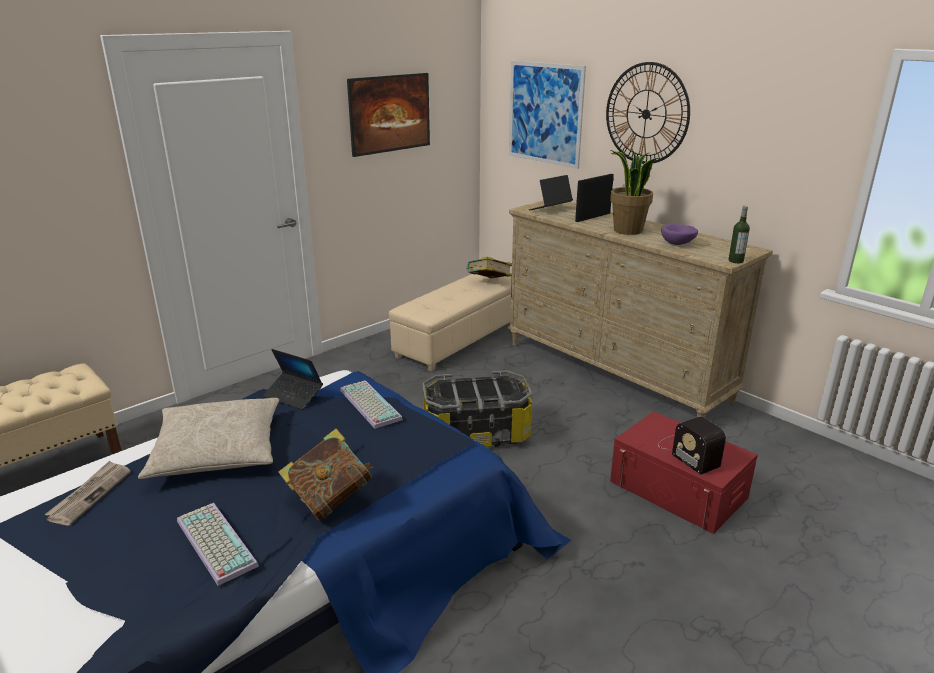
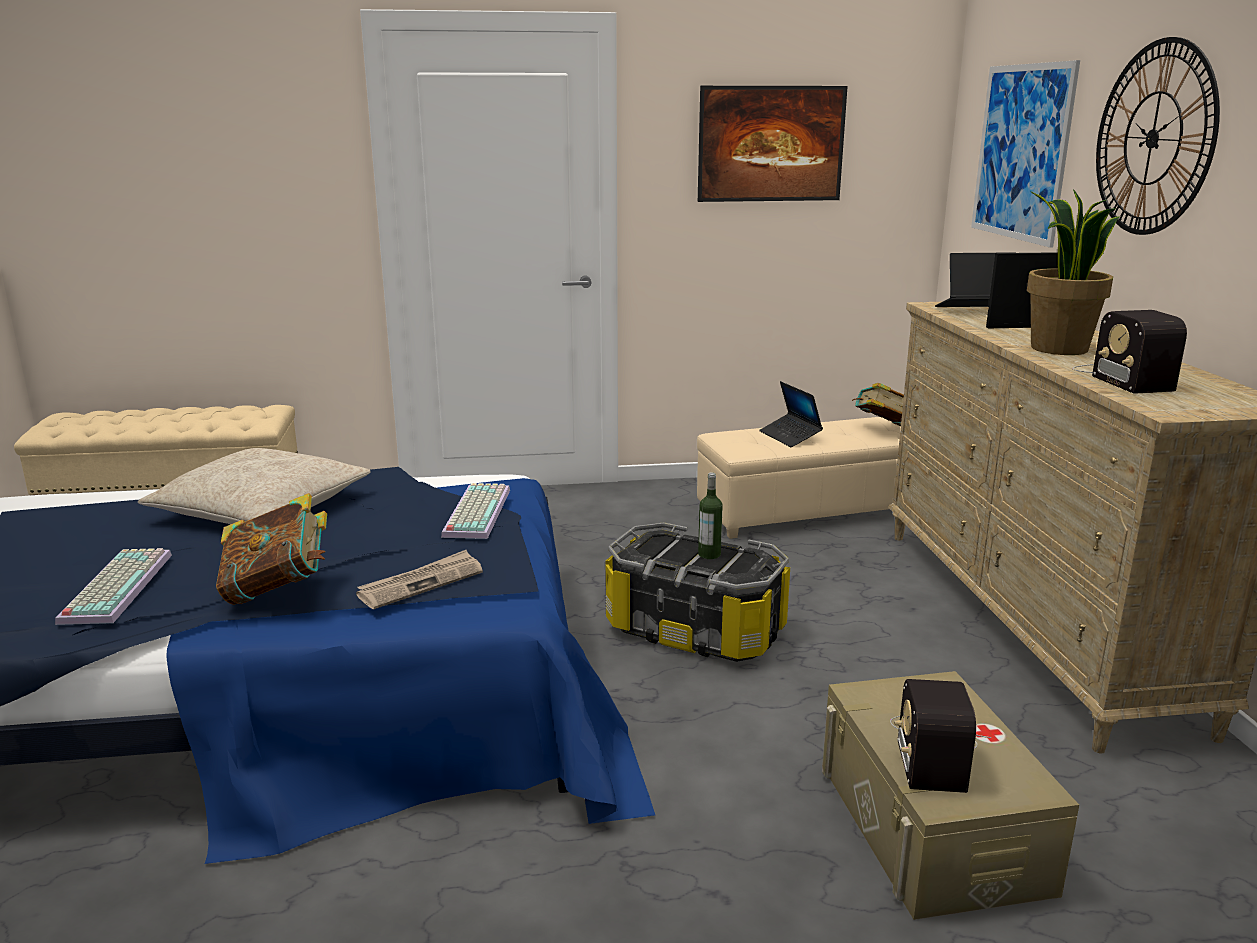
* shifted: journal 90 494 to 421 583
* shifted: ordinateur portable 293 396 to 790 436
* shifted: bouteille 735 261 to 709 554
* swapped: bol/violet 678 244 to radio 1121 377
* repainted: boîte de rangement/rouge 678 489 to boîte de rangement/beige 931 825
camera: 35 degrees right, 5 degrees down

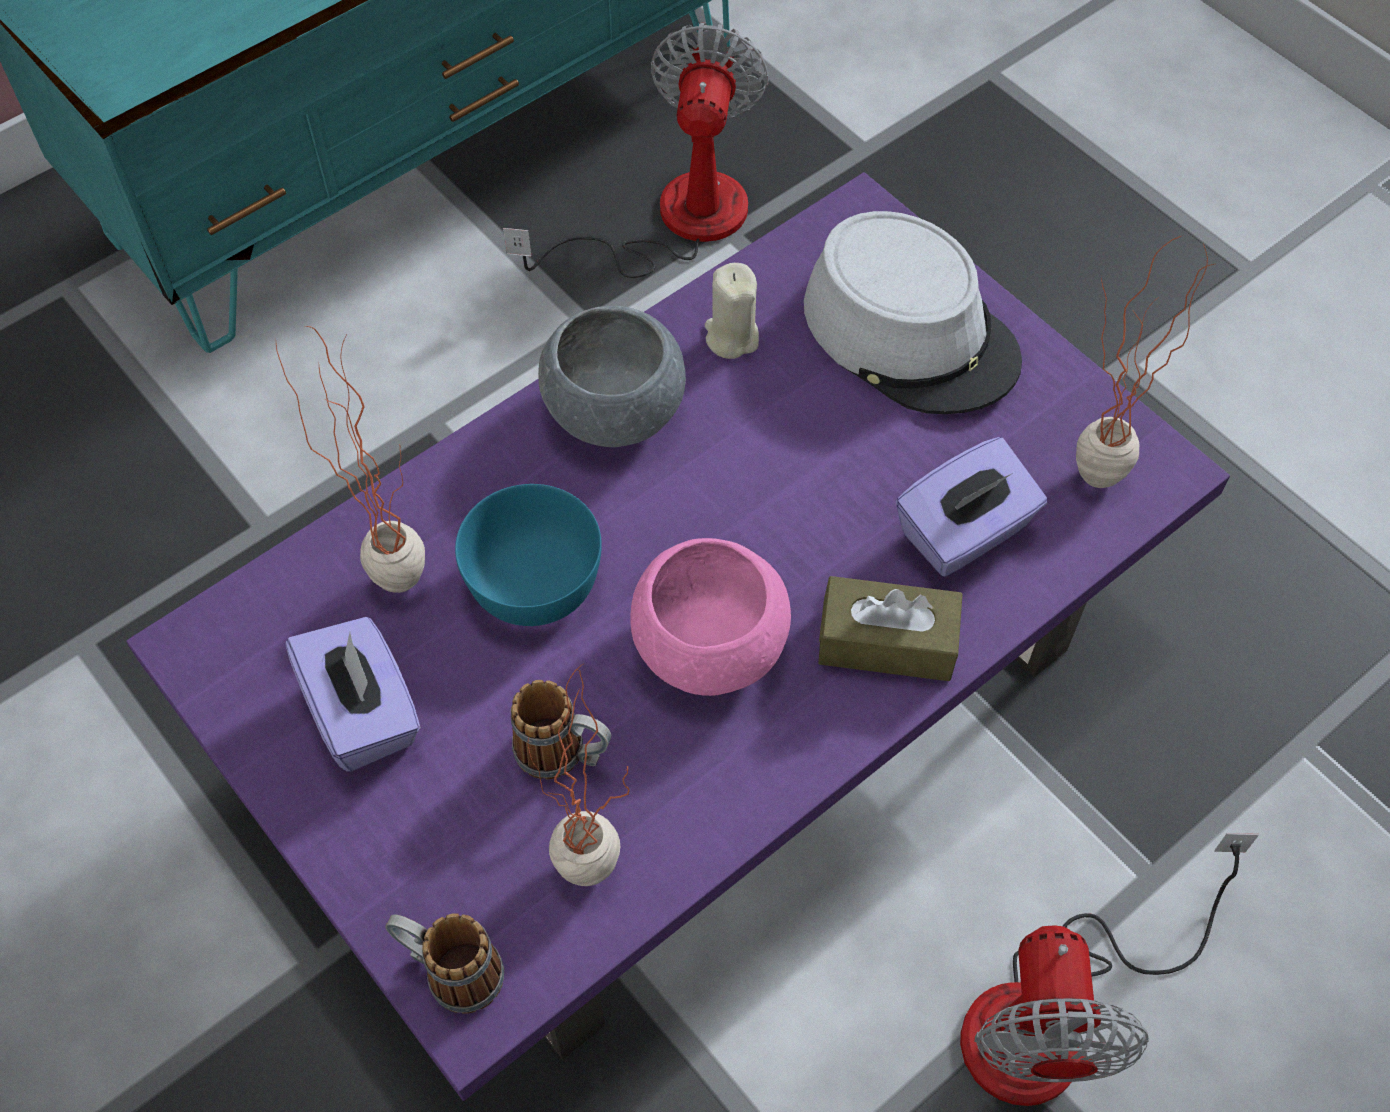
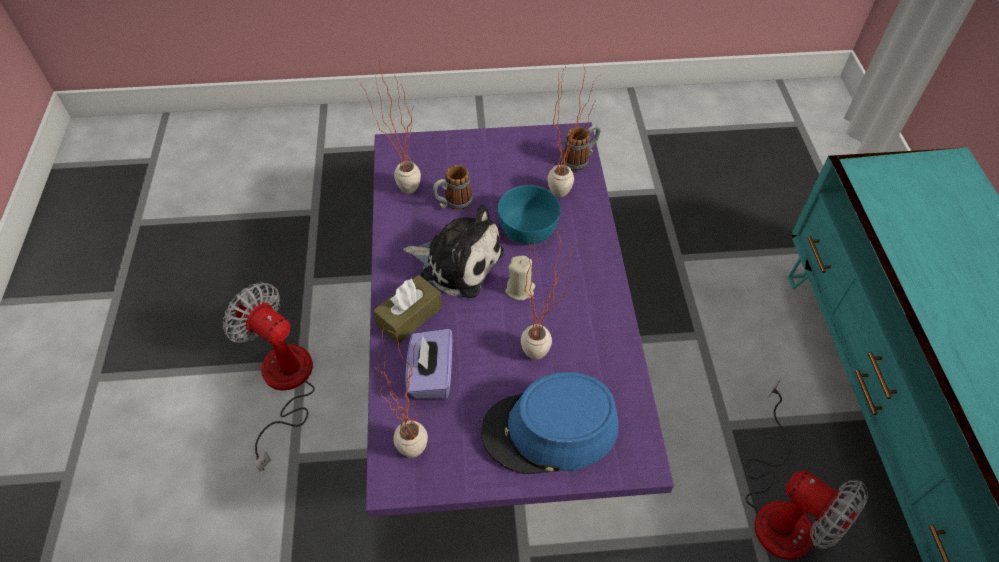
* gone: boîte à mouchoirs/violet 364 713
* gone: bol/gris 613 411
* new: plante en pot 545 354
* shifted: mug 450 970 to 580 159
* shifted: bougie/beige 731 337 to 520 289
* swapped: bol/rose 708 646 to peluche 457 262
* repainted: chapeau/gris 910 333 to chapeau/bleu 550 430
camera: 125 degrees right, 5 degrees down

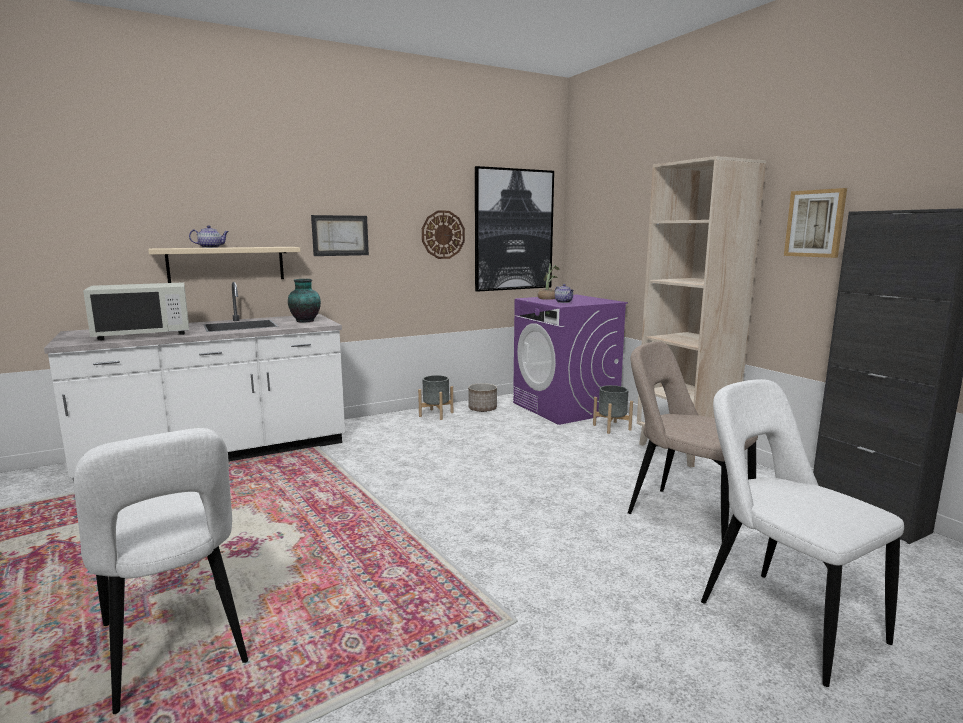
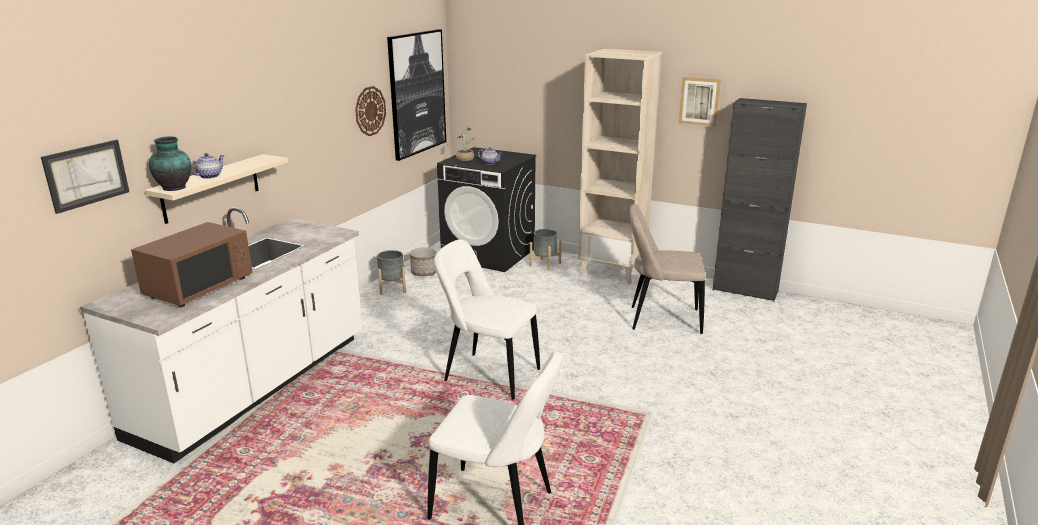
* shifted: vase 306 321 to 175 188
* shifted: tableau 340 235 to 86 175
* shifted: chaise/blanc 782 618 to 488 374
* repainted: micro-ondes/blanc 144 334 to micro-ondes/marron 199 287
* repainted: lave-linge/violet 565 408 to lave-linge/noir 489 254
camera: 35 degrees left, 10 degrees up

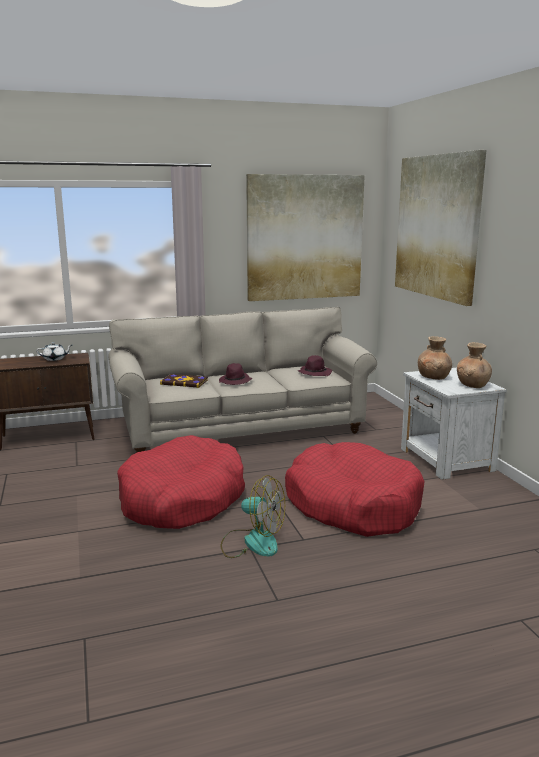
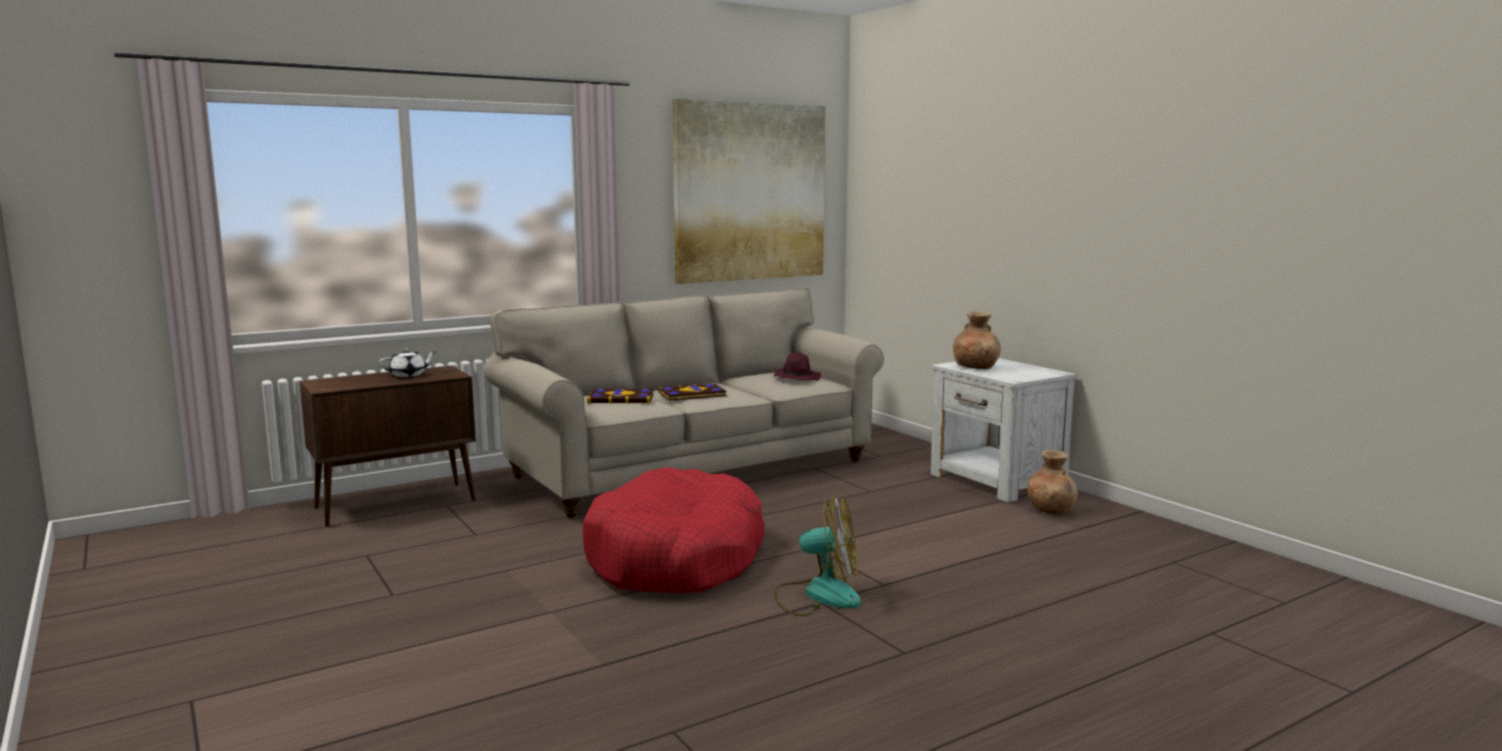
* gone: panier pour chien/rouge 352 504
* gone: tableau 437 227
* shifted: vase/marron 473 385 to 1051 510
* swapped: chapeau/violet 235 381 to livre 692 395
camera: 15 degrees left, 5 degrees down

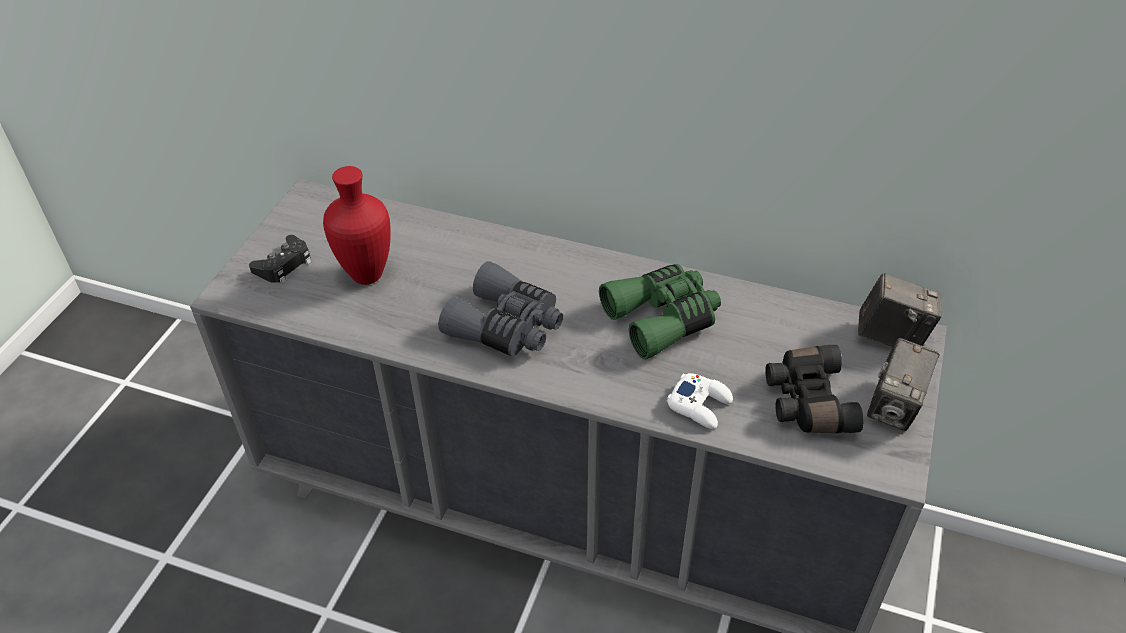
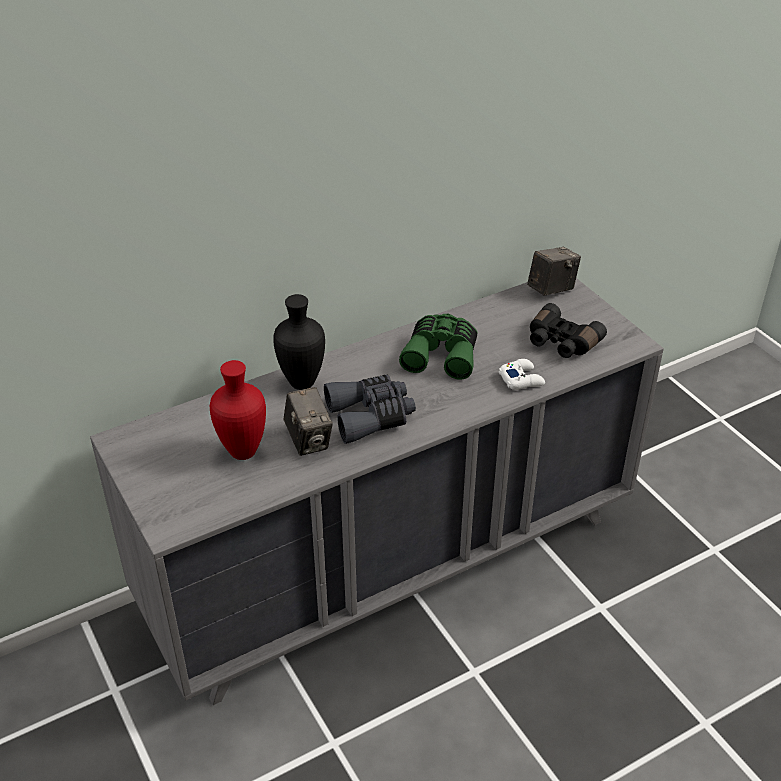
* gone: manette/noir 284 265
* new: vase/noir 302 384
* shifted: appareil photo 894 407 to 309 440
camera: 50 degrees left, 5 degrees down

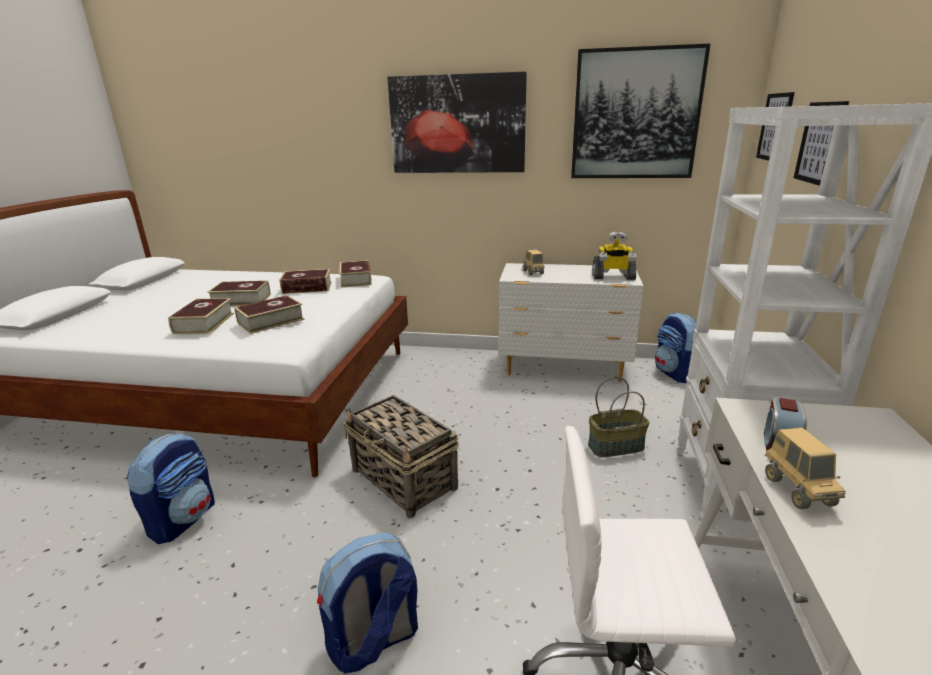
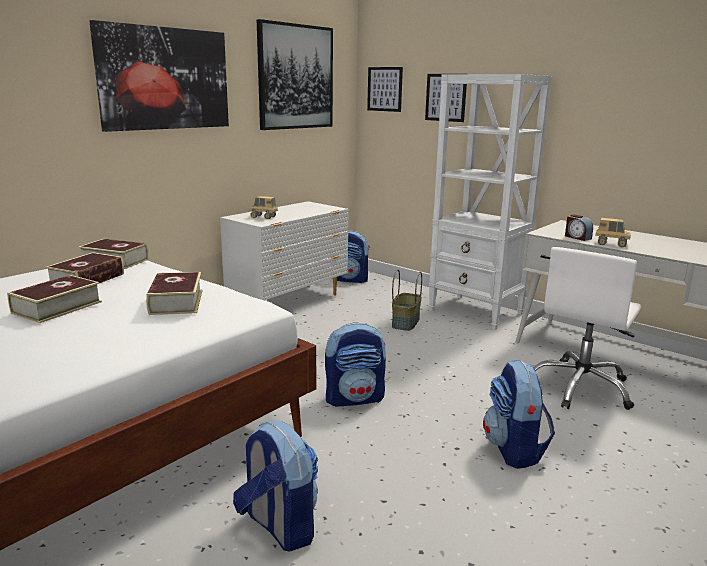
* gone: livre 204 323
* gone: robot jouet 613 277
* swapped: panier 404 479 to sac à dos 355 398
camera: 60 degrees left, 5 degrees down

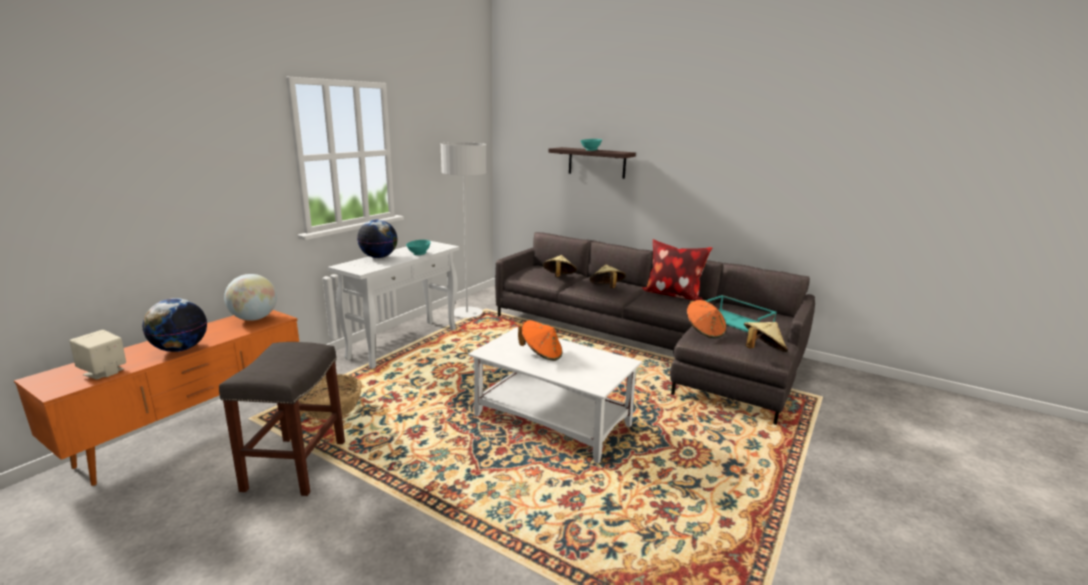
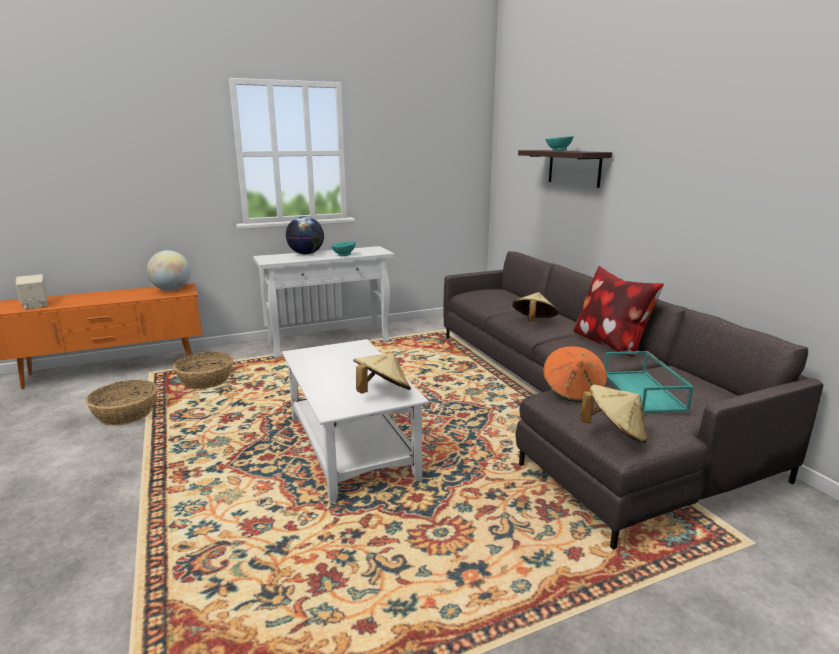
* gone: globe 180 349
* gone: lampadaire/gris 467 314
* gone: chapeau/orange 541 354
* shifted: chapeau/beige 558 277 to 382 393
* swapped: tabouret/gris 295 464 to panier 126 413
camera: 35 degrees right, 0 degrees up

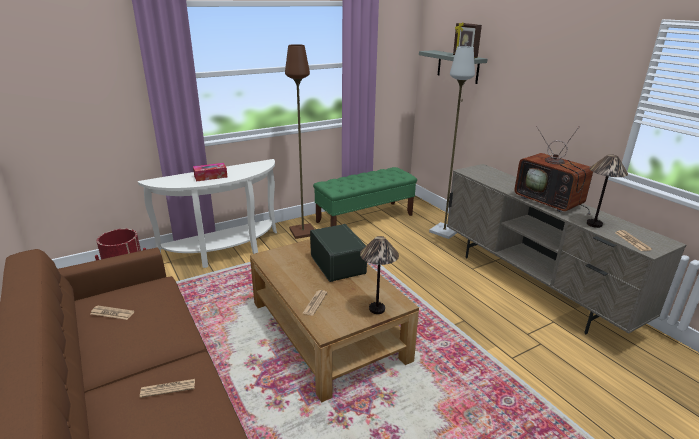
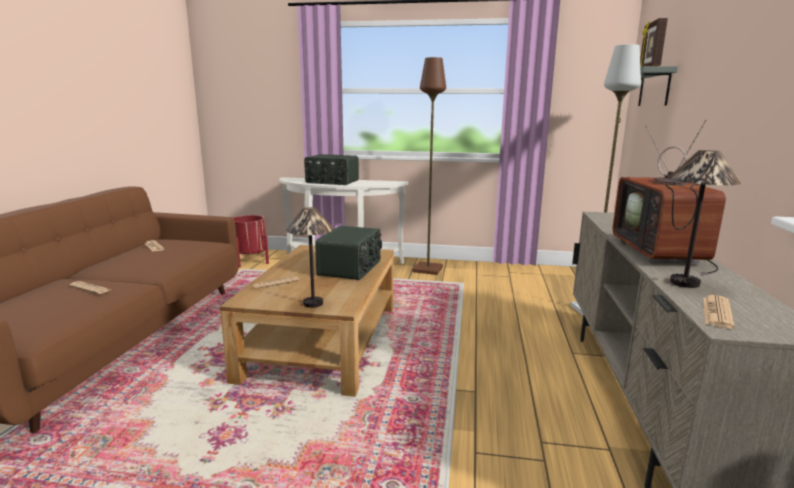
* gone: banc/vert 365 218
* swapped: boîte à mouchoirs 210 176 to radio 332 182
camera: 40 degrees right, 10 degrees down

